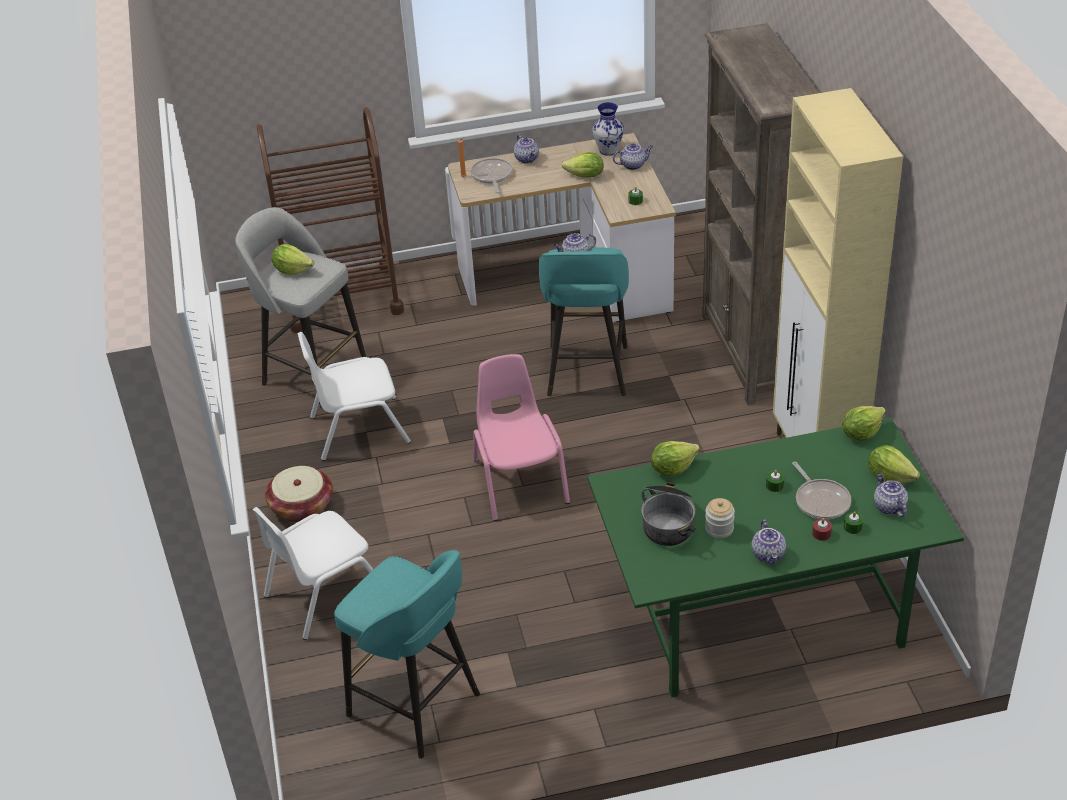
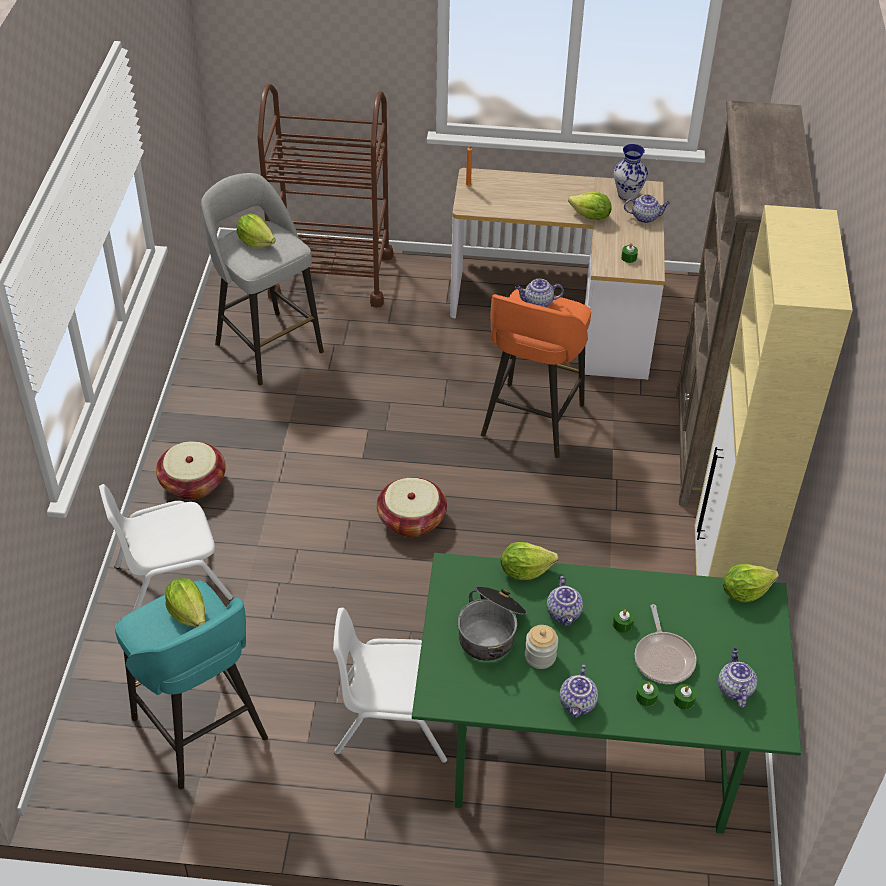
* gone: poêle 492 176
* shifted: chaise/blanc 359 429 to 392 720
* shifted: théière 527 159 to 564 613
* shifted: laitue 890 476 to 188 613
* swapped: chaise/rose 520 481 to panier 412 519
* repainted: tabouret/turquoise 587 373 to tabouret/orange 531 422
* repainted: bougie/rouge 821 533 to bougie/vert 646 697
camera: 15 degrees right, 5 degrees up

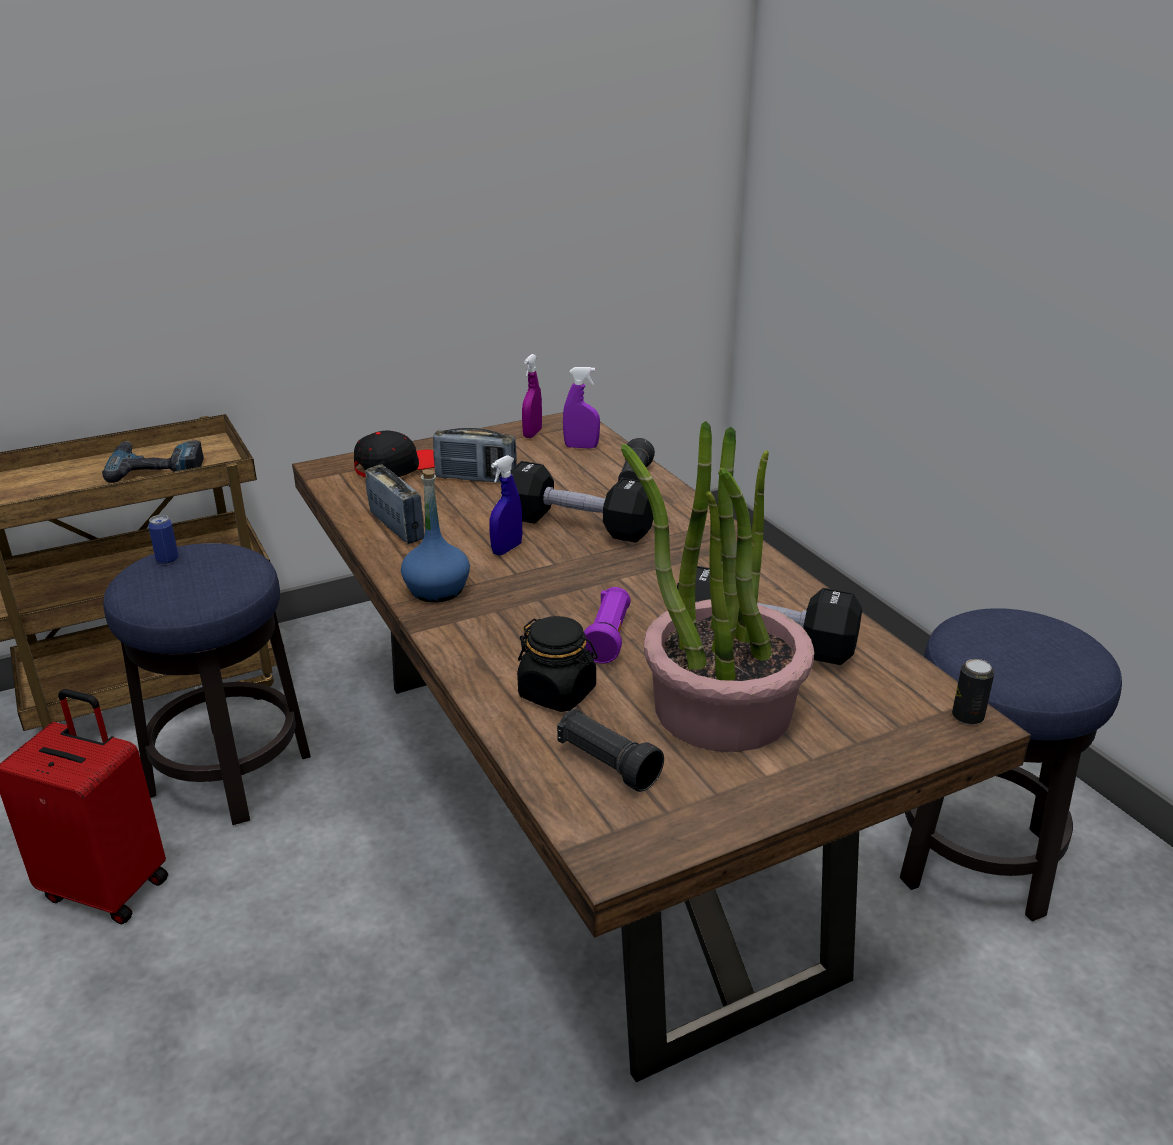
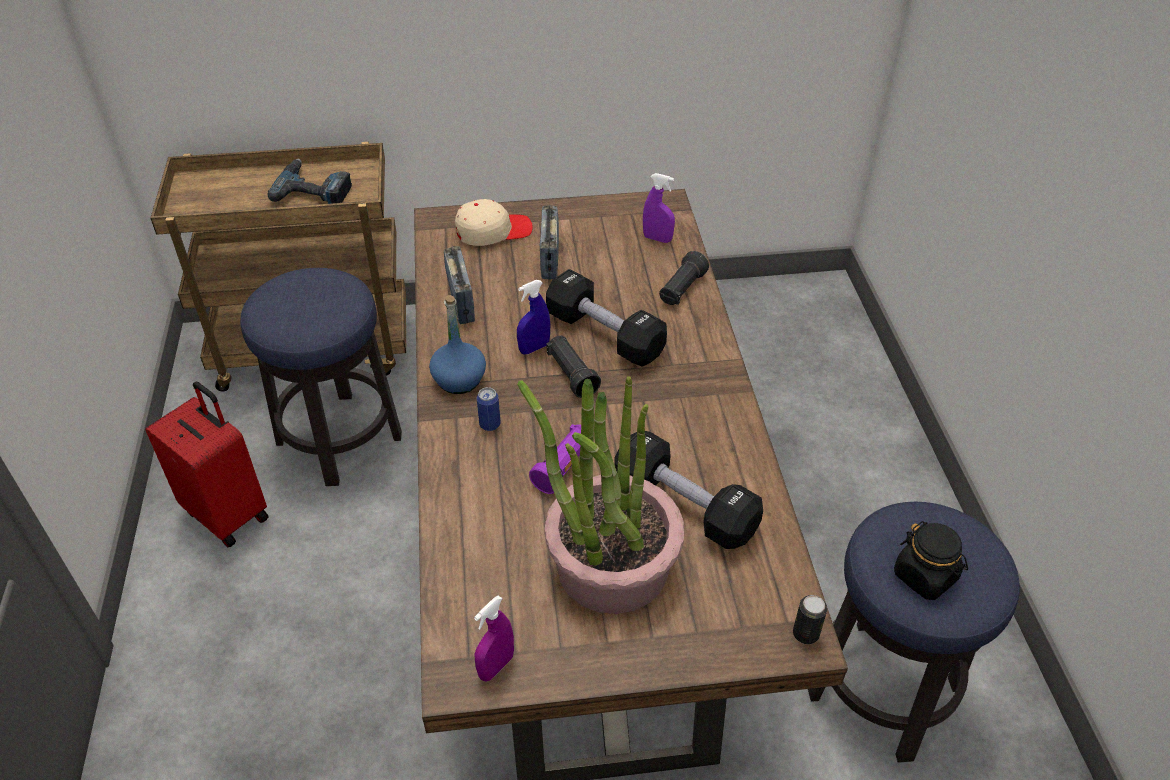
* shifted: boîte métallique 167 559 to 490 424
* shifted: bocal/noir 557 693 to 925 576
* shifted: vaporisateur/violet 532 434 to 496 666
* shifted: lampe de poche/noir 607 764 to 571 375
* repainted: casquette/noir 397 467 to casquette/beige 493 231
* rotated: radio 476 478 = 549 259 60 degrees clockwise
camera: 20 degrees right, 15 degrees up

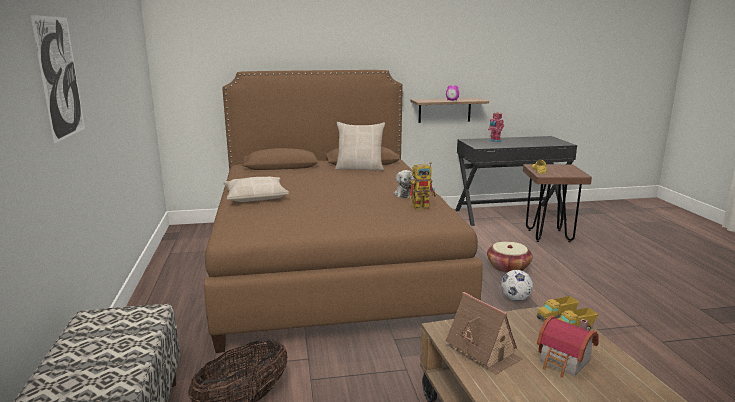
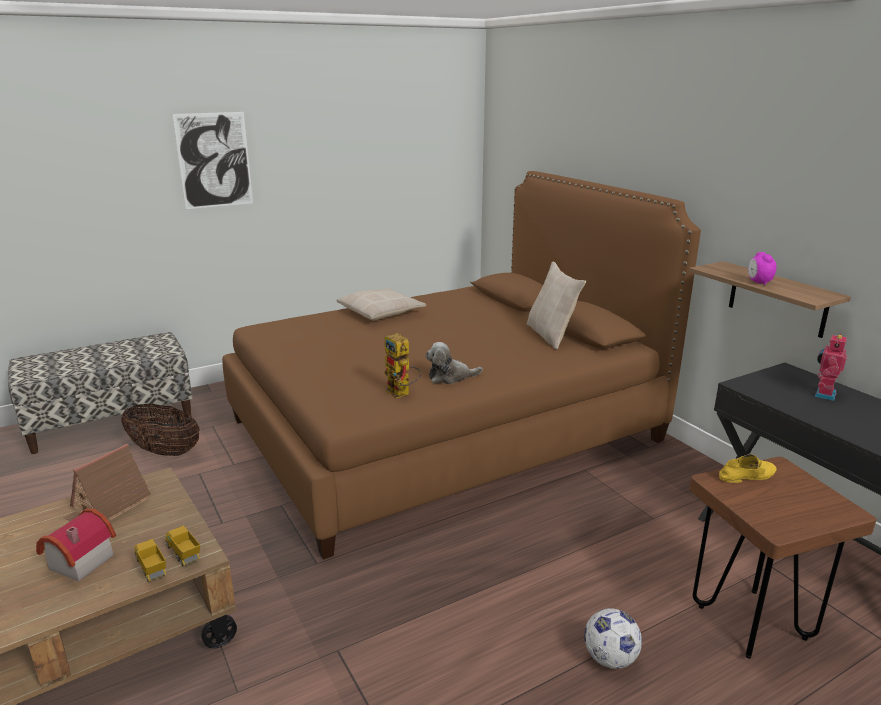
* gone: panier 508 267
* shifted: ballon de foot 515 298 to 610 659
camera: 70 degrees right, 5 degrees up

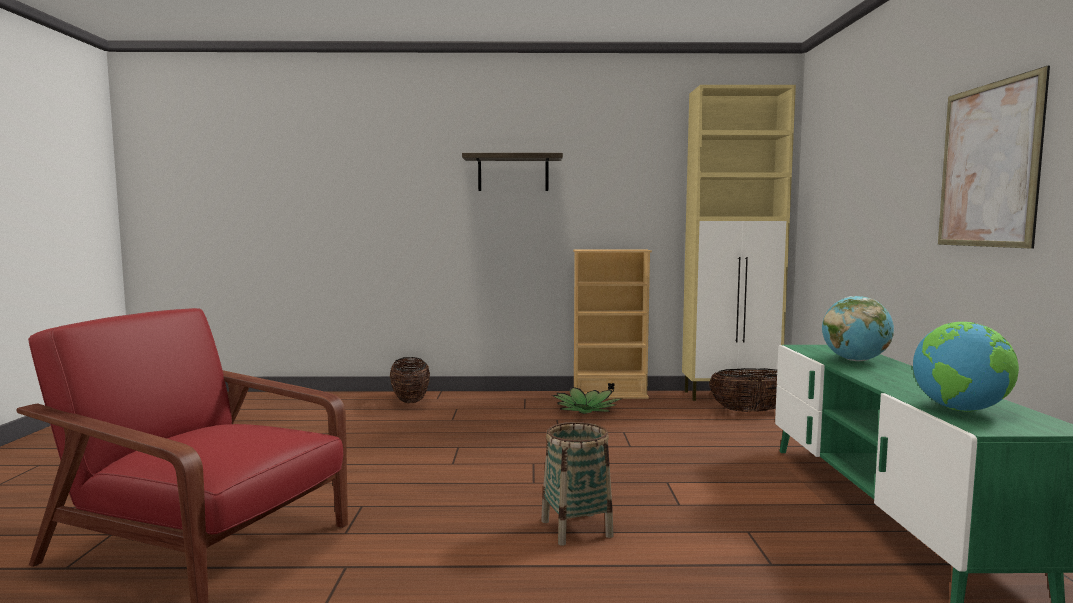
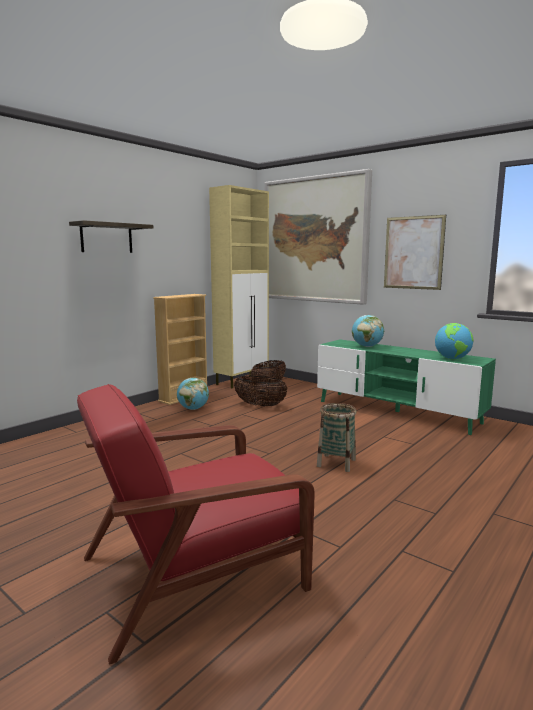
* new: tableau 315 240
* shifted: panier 410 400 to 260 405
* swapped: plante en pot 586 409 to globe 193 409
camera: 50 degrees left, 5 degrees up

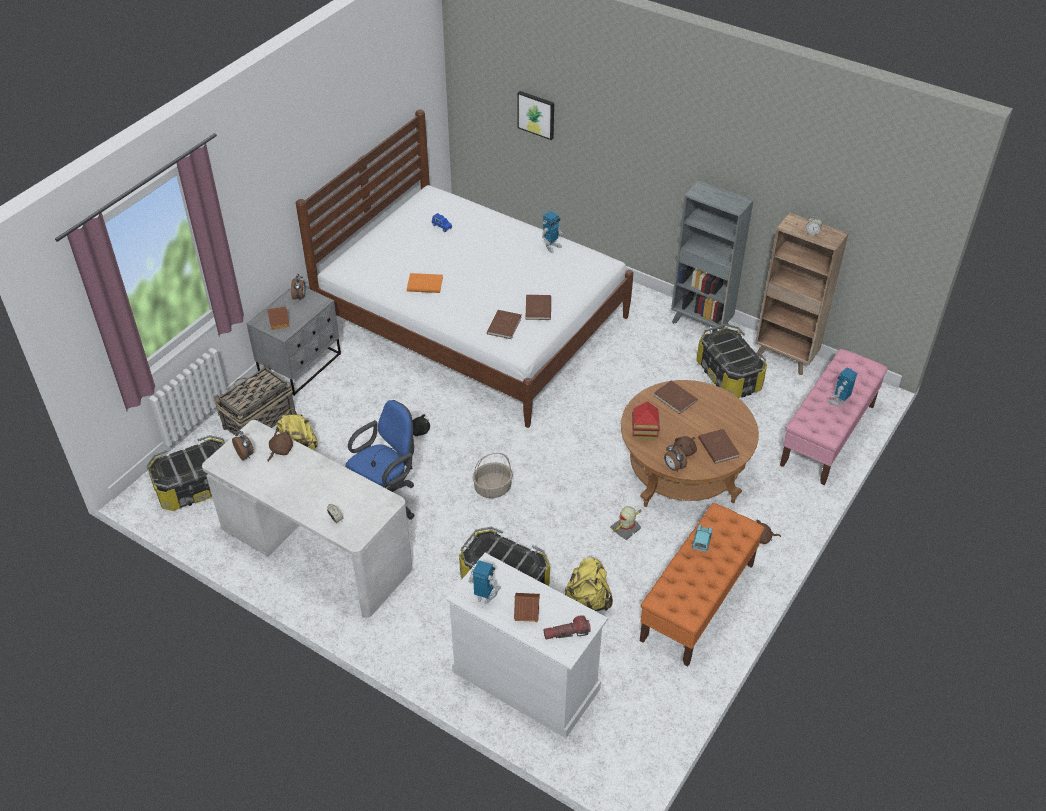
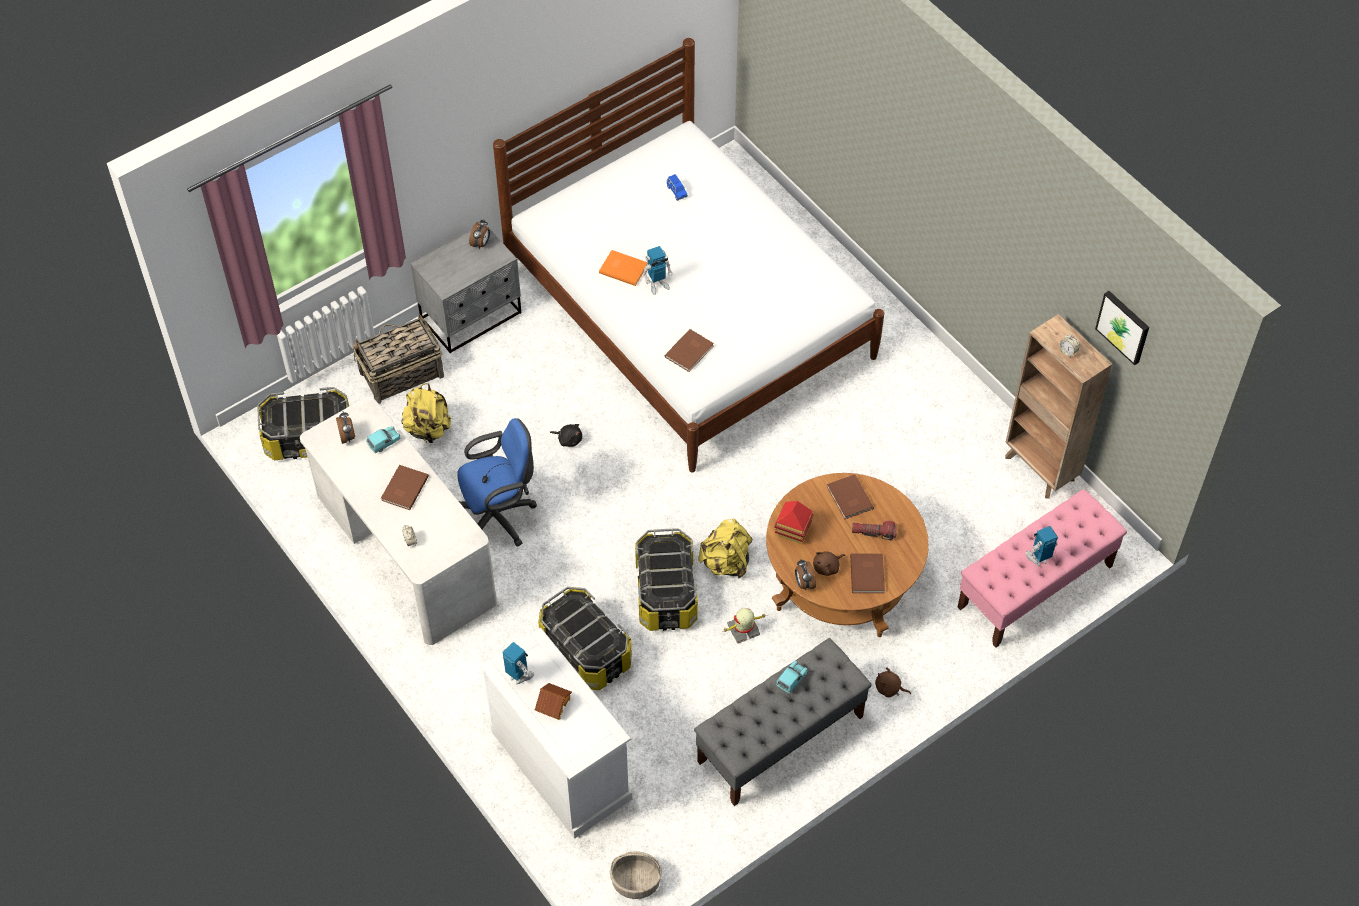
* gone: maison miniature 279 322
* gone: bibliothèque/gris 701 324
* shifted: panier 492 488 to 635 882
* shifted: tableau 536 114 to 1124 326
* shifted: livre/marron 537 309 to 403 488
* shifted: robot jouet 551 246 to 657 285
* shifted: lampe de poche 566 633 to 873 533
* shifted: sac à dos/jaune 588 601 to 726 562
* shifted: boîte de rangement 729 375 to 667 593
* swapped: peluche/marron 280 451 to petite voiture/turquoise 384 443
* repainted: banc/orange 697 602 to banc/gris 780 739
camera: 20 degrees right, 10 degrees up

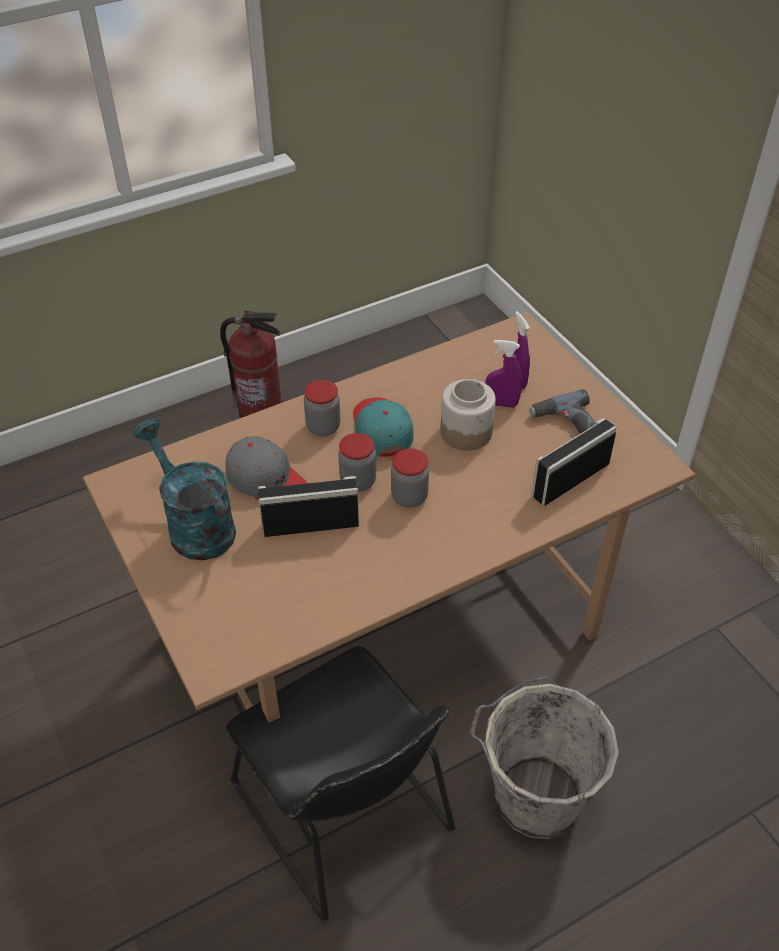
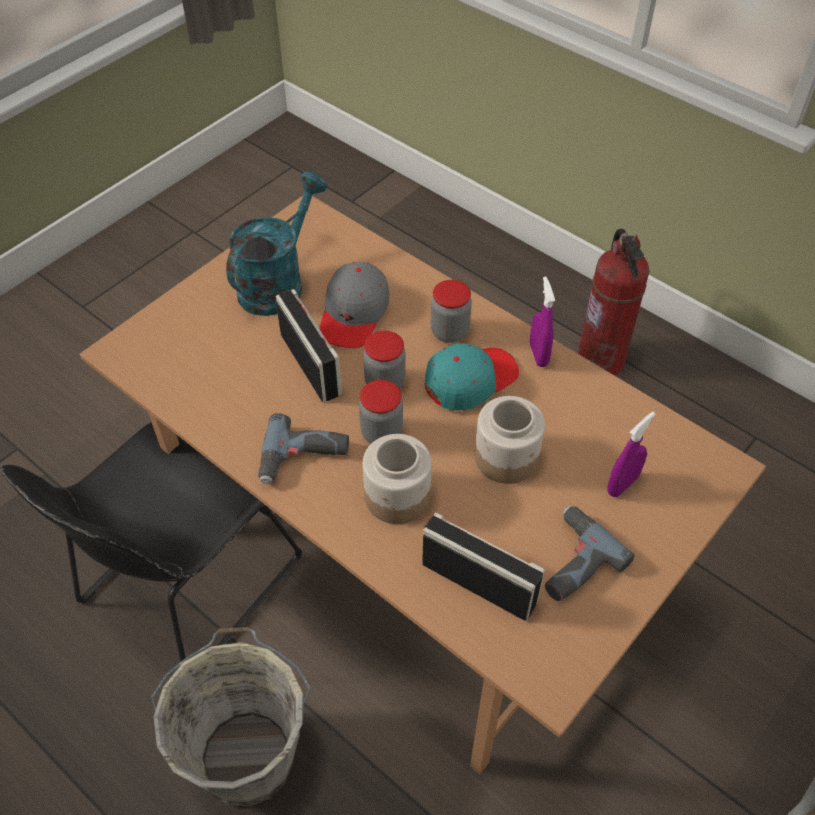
* new: perceuse 304 459
* new: bocal 397 497
* shifted: vaporisateur/violet 501 404 to 538 355
camera: 70 degrees right, 5 degrees up

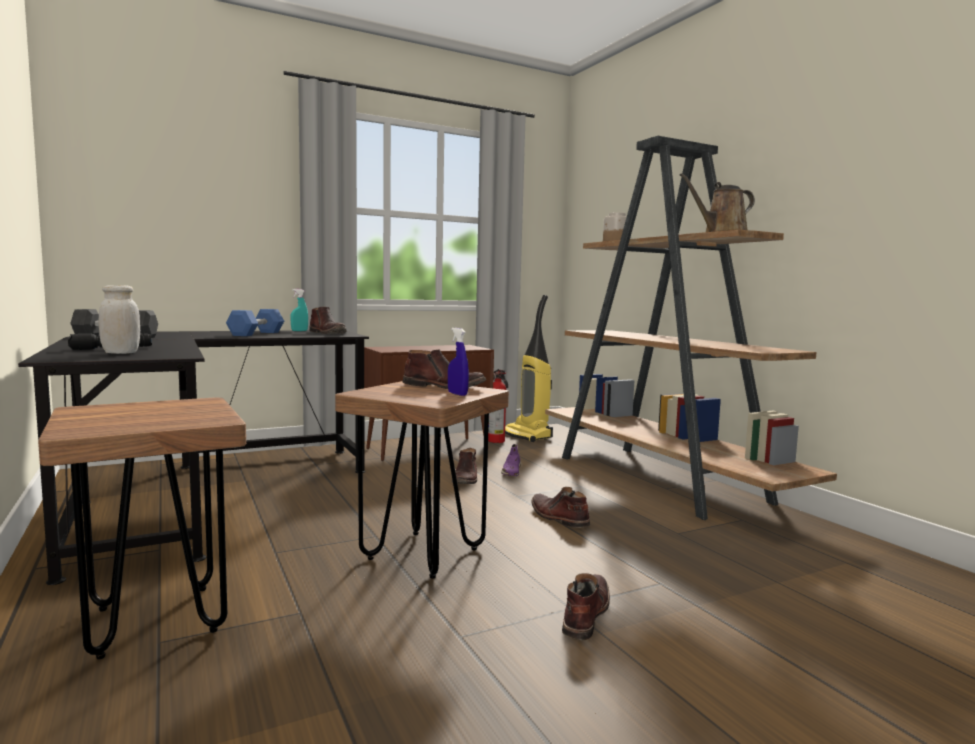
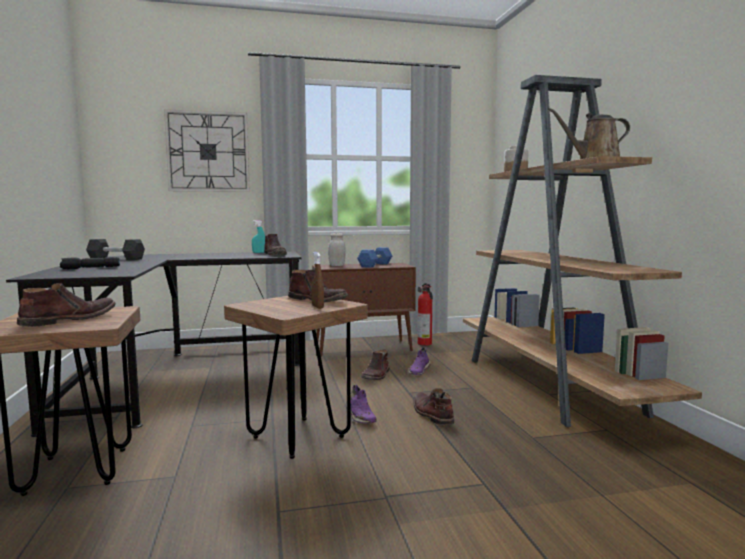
* gone: aspirateur 527 435
* new: horloge murale 208 152
* new: chaussure/violet 360 416
* shifted: bocal/blanc 121 353 to 337 265
* shifted: haltère/bleu 256 334 to 375 265
* shifted: botte/marron 584 614 to 69 320
* repainted: vaporisateur/bleu 457 394 to vaporisateur/marron 317 307
camera: 15 degrees right, 0 degrees up

